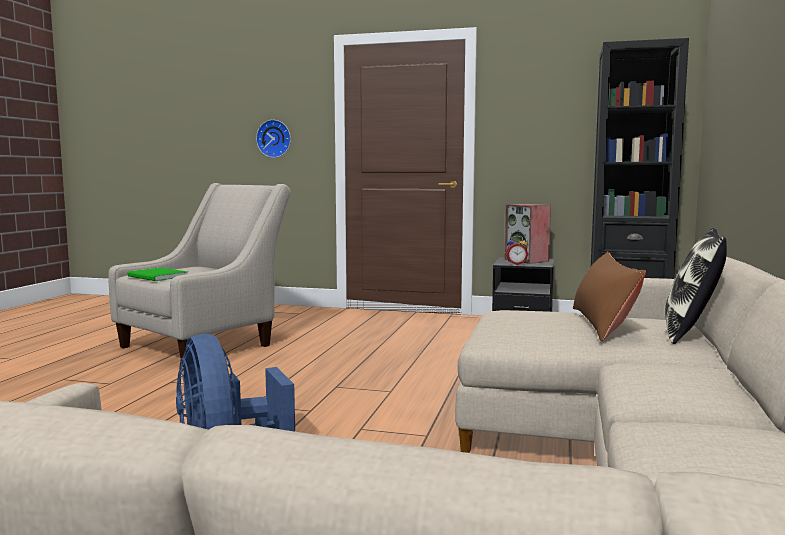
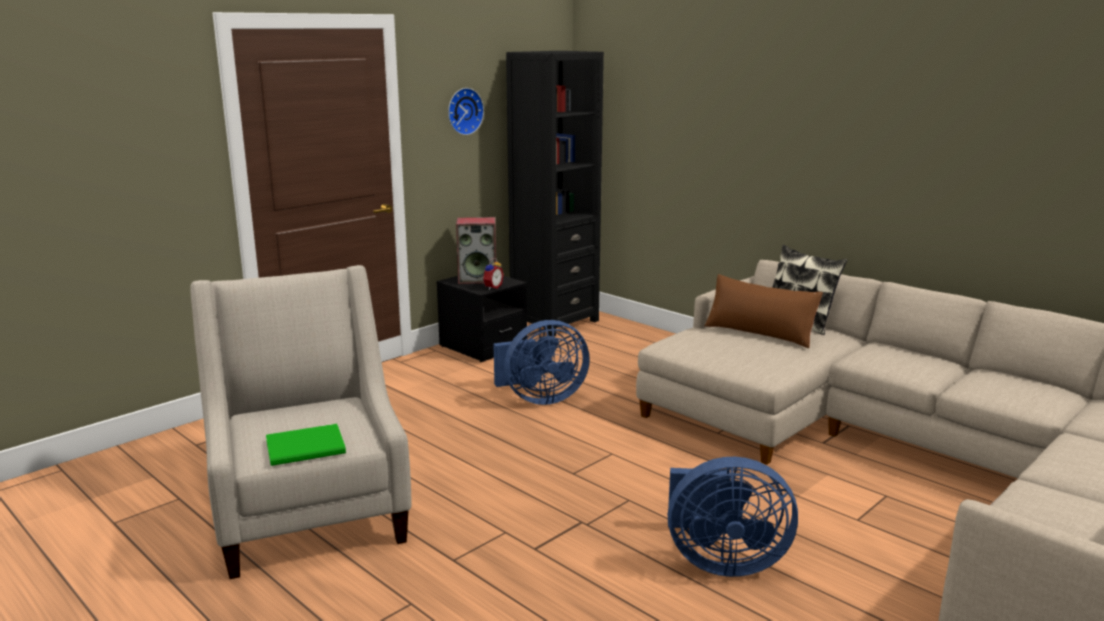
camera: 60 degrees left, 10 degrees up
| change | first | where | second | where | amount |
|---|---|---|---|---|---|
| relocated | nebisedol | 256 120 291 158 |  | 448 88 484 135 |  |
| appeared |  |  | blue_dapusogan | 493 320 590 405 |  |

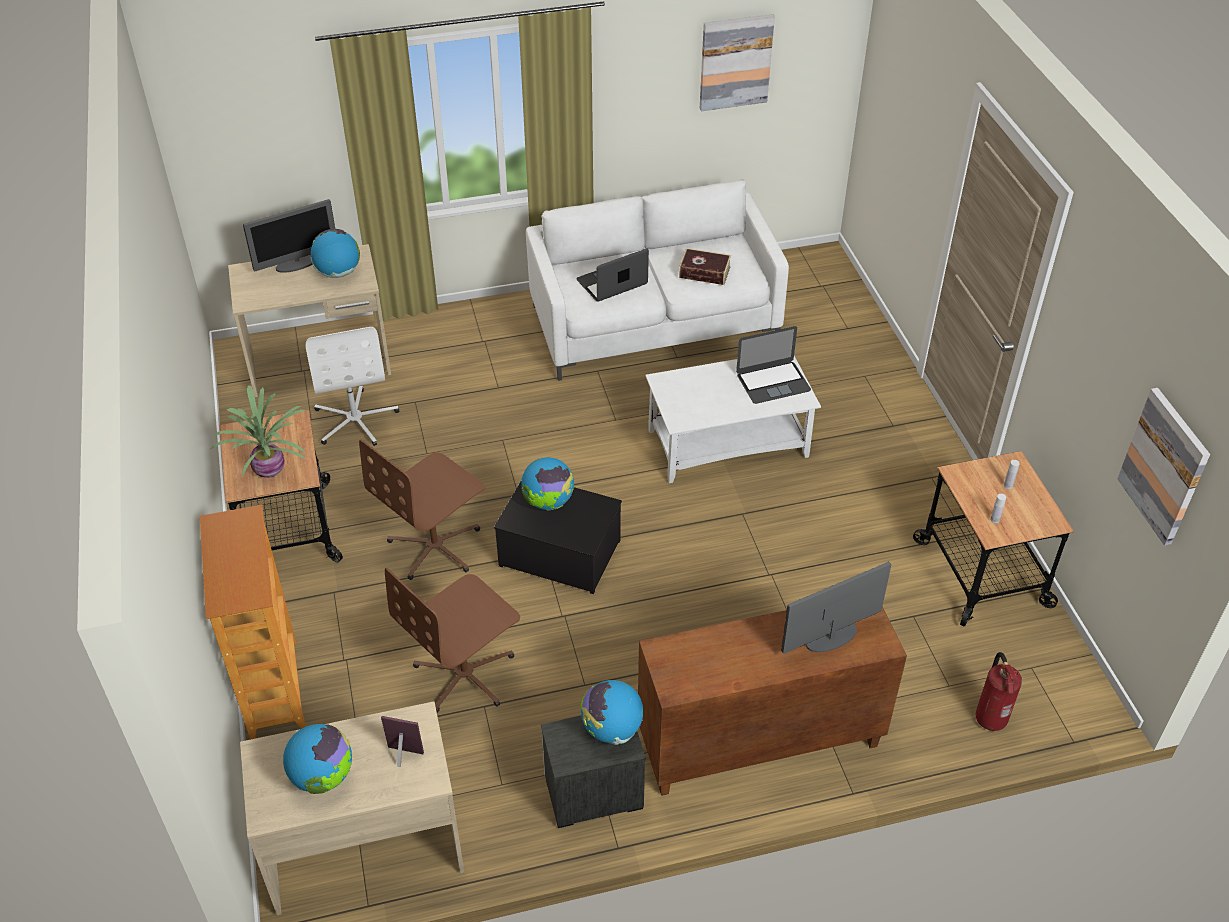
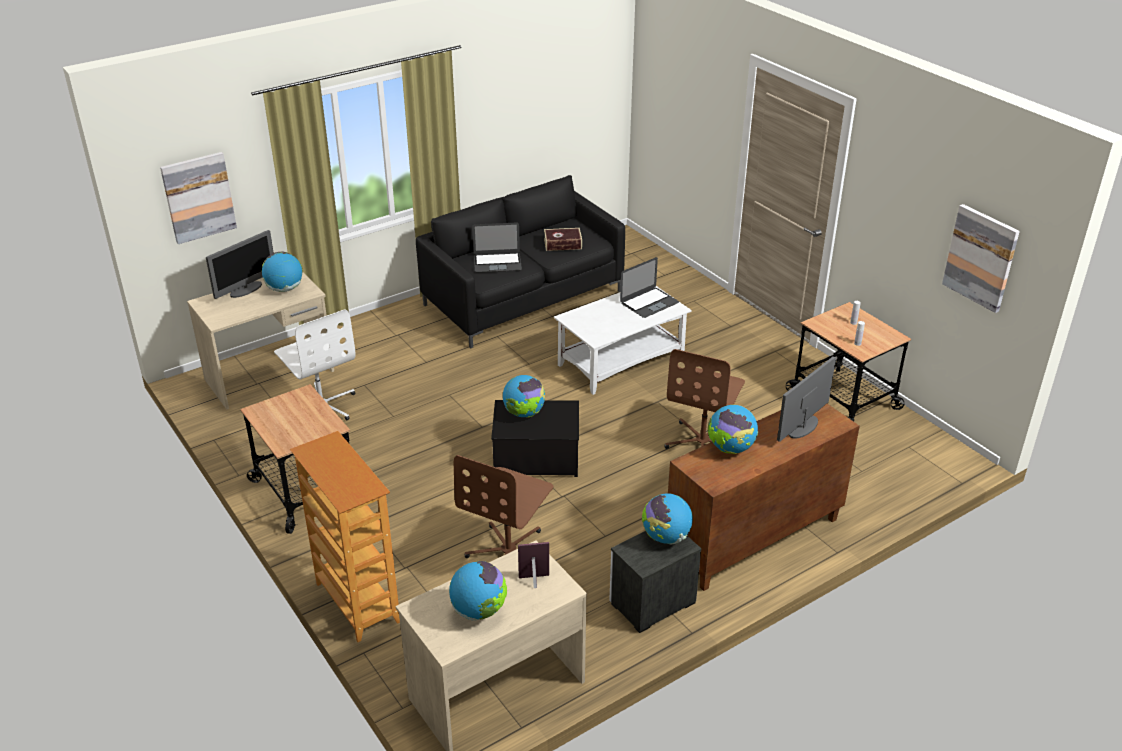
camera: 20 degrees left, 10 degrees down
| change | first | where | second | where | amount |
|---|---|---|---|---|---|
| relocated | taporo | 700 14 775 111 |  | 160 152 237 244 |  |
| colour | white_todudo | 526 179 789 381 | black_todudo | 416 175 625 348 |  |
| spun | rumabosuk | 576 248 649 301 |  | 472 223 522 272 | 135 degrees counterclockwise |
| missing | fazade | 210 385 306 478 |  |  |  |
| relocated | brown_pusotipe | 359 439 485 580 |  | 664 349 745 449 |  |
| missing | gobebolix | 976 652 1022 731 |  |  |  |
| appeared |  |  | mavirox | 708 405 758 454 |  |

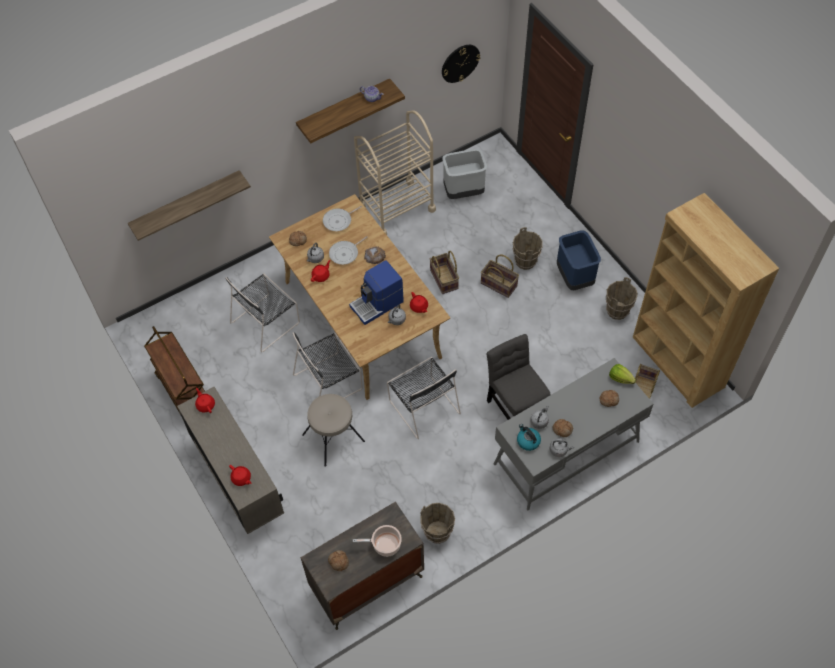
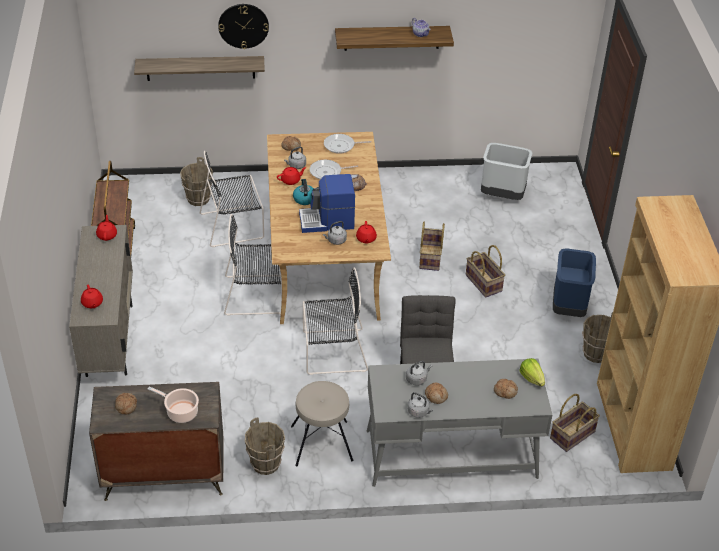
camera: 25 degrees right, 15 degrees down
| change | first | where | second | where | amount |
|---|---|---|---|---|---|
| relocated | nebisedol | 442 45 480 83 |  | 218 4 269 49 |  |
| missing | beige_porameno | 354 111 436 235 |  |  |  |
| relocated | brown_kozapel | 513 227 543 270 |  | 180 157 213 206 |  |
| spun | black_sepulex | 387 357 461 439 |  | 303 267 368 375 | 90 degrees counterclockwise |
| relocated | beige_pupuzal | 302 394 365 467 |  | 291 381 353 466 |  |
| relocated | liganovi | 517 424 541 451 |  | 293 179 314 205 |  |

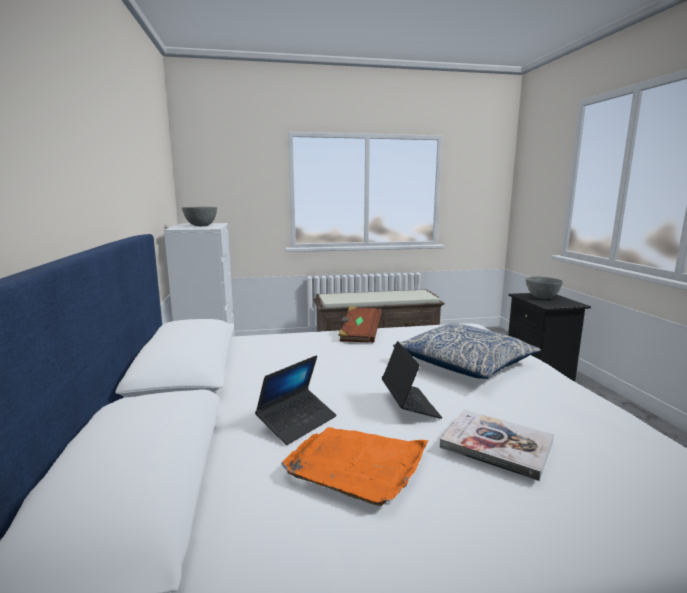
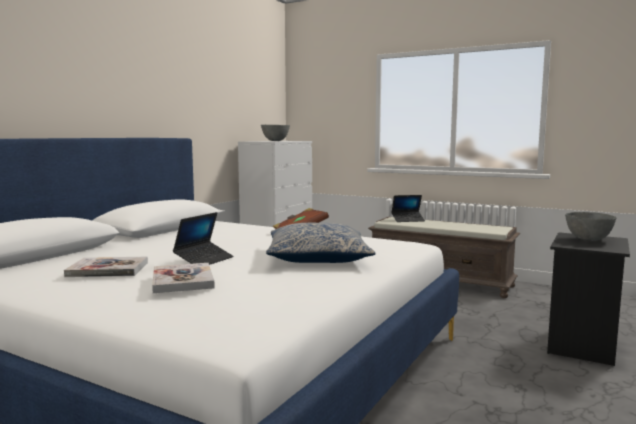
camera: 40 degrees right, 5 degrees down
| change | first | where | second | where | amount |
|---|---|---|---|---|---|
| relocated | rumabosuk | 255 355 337 445 |  | 391 195 425 222 |  |
| exchanged | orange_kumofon | 281 427 429 506 | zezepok | 64 257 148 277 |  |

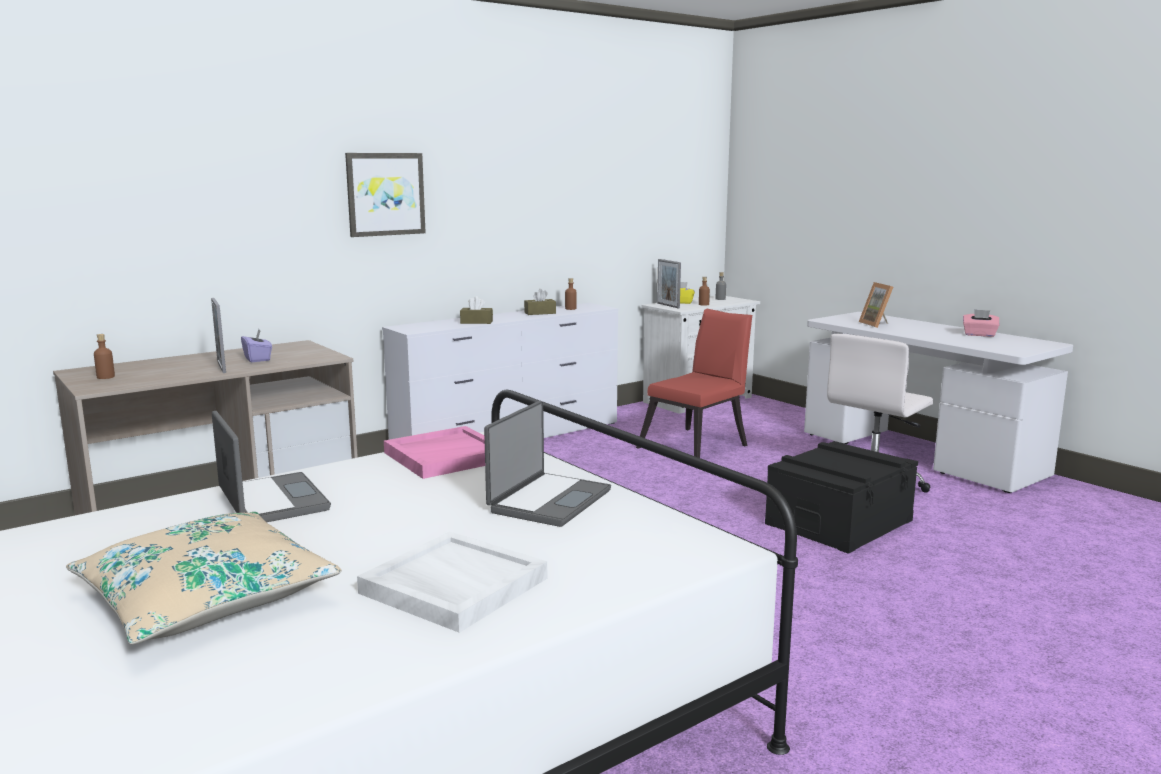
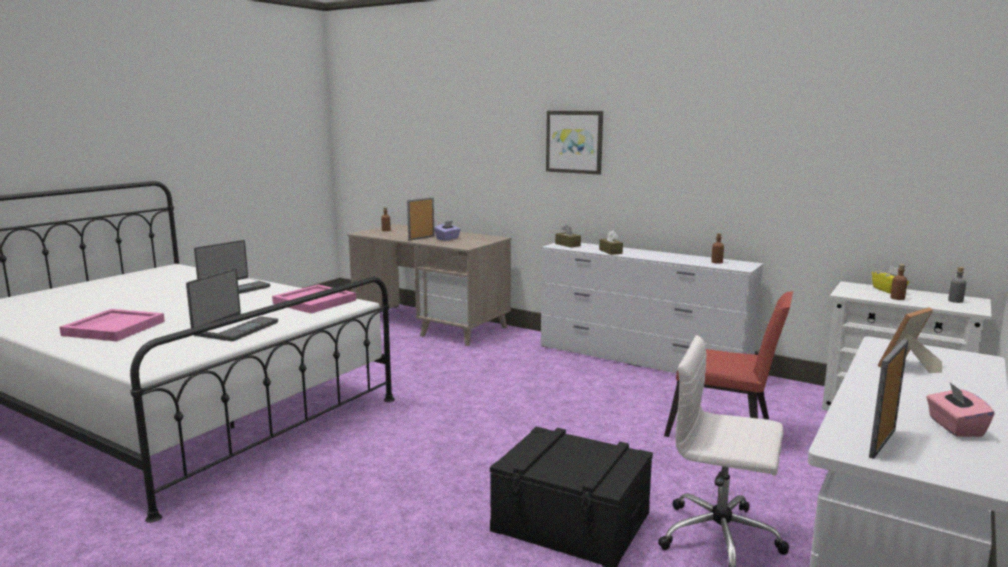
camera: 70 degrees right, 0 degrees up
| change | first | where | second | where | amount |
|---|---|---|---|---|---|
| relocated | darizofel | 657 259 681 308 |  | 869 339 908 459 |  |
| relocated | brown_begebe | 524 289 556 315 |  | 555 224 581 248 |  |
| spun | rumabosuk | 484 401 611 527 |  | 186 269 278 341 | 75 degrees counterclockwise |
| missing | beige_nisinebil | 66 512 341 645 |  |  |  |
| colour | white_kumofon | 357 532 547 632 | pink_kumofon | 60 309 165 341 |  |

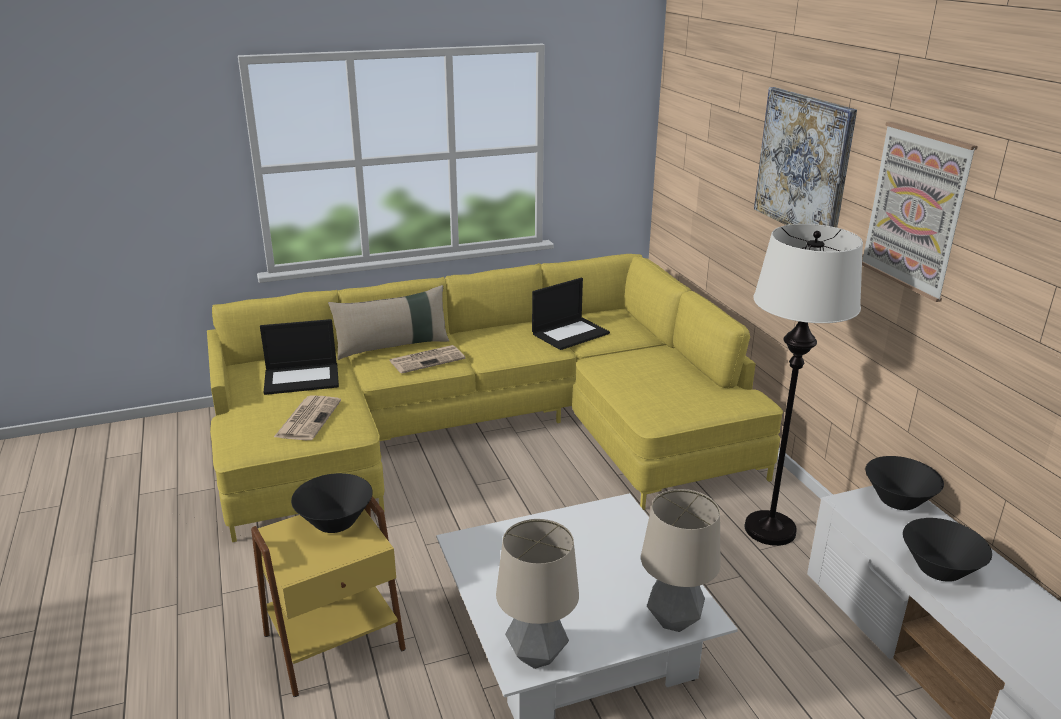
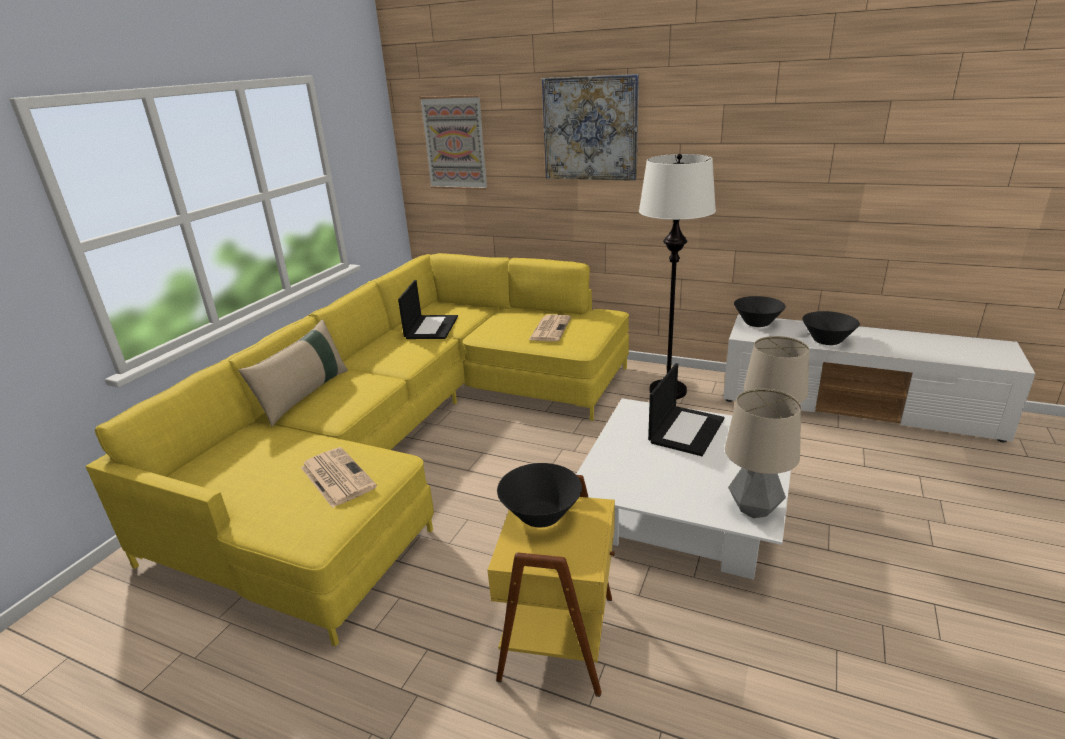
camera: 45 degrees left, 0 degrees up
| change | first | where | second | where | amount |
|---|---|---|---|---|---|
| relocated | taporo | 862 122 978 302 |  | 420 95 488 190 |  |
| relocated | rumabosuk | 260 319 339 395 |  | 648 363 724 456 |  |
| relocated | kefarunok | 389 345 465 374 |  | 529 314 571 342 |  |

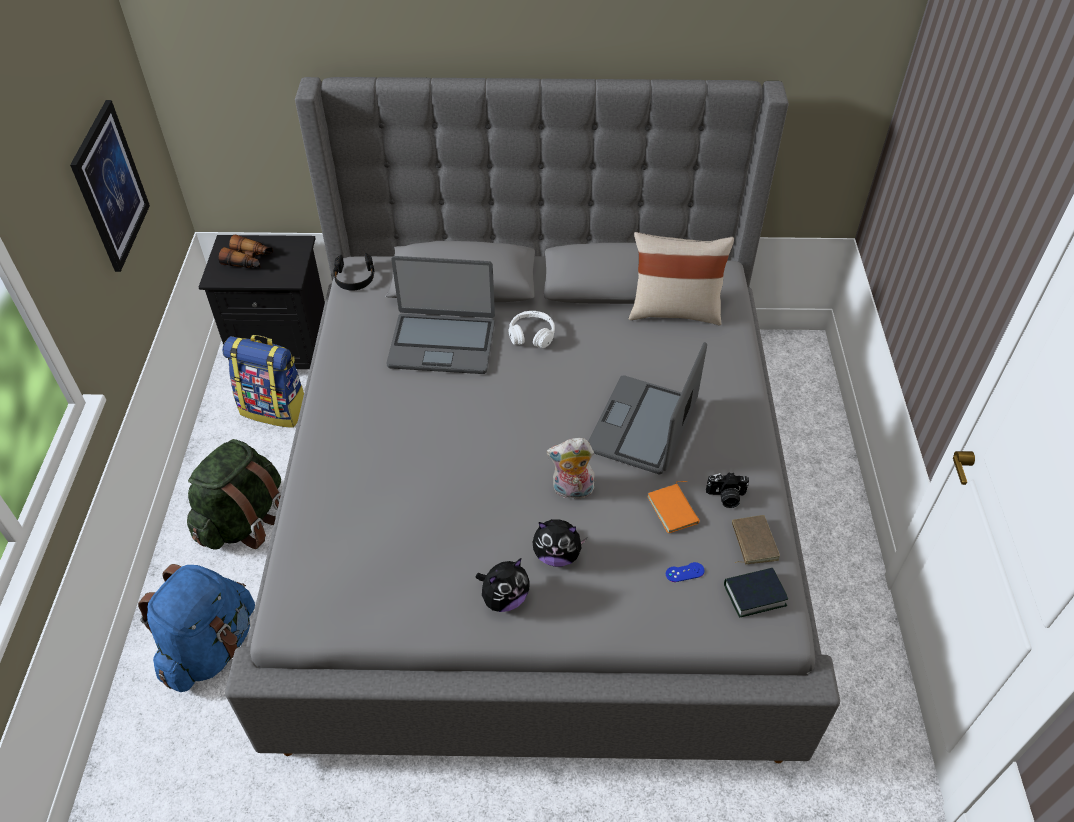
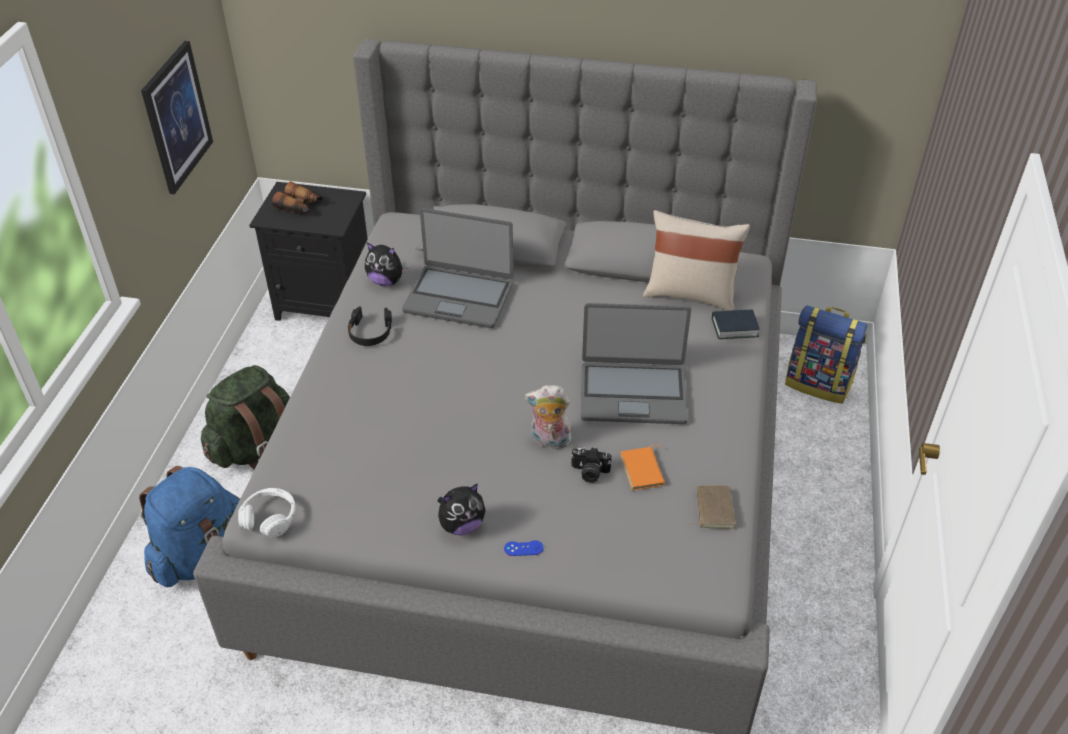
camera: 10 degrees right, 5 degrees down
| change | first | where | second | where | amount |
|---|---|---|---|---|---|
| relocated | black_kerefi | 333 253 374 291 |  | 348 306 392 346 |  |
| relocated | white_kerefi | 509 311 555 348 |  | 238 488 296 538 |  |
| relocated | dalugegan | 222 335 304 428 |  | 785 305 867 404 |  |
| spun | rumabosuk | 588 342 707 474 |  | 581 303 691 424 | 120 degrees counterclockwise |
| relocated | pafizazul | 706 473 749 508 |  | 571 447 611 483 |  |
| relocated | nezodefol | 533 519 587 567 |  | 365 242 409 286 |  |
| relocated | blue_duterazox | 666 562 704 582 |  | 504 540 544 556 |  |
| relocated | zezepok | 724 568 788 618 |  | 712 309 760 339 |  |

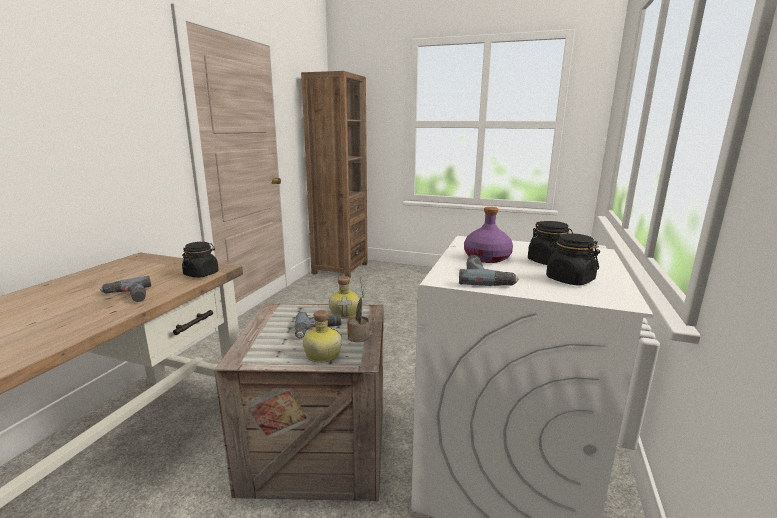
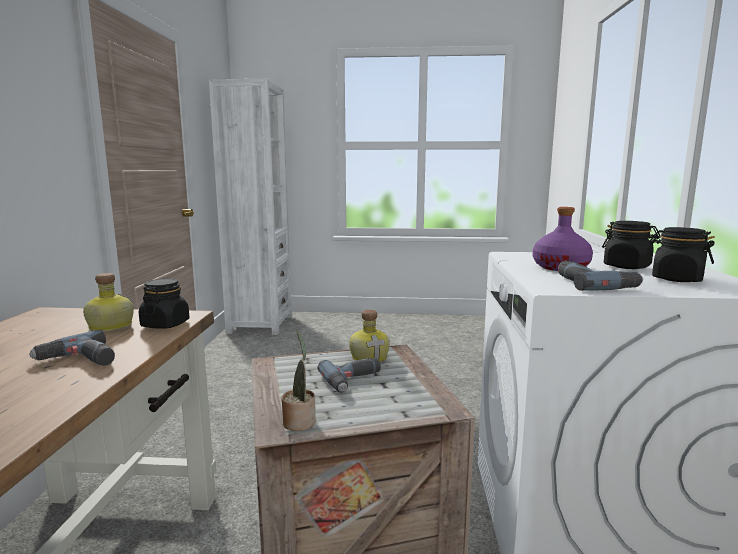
camera: 15 degrees left, 5 degrees down
| change | first | where | second | where | amount |
|---|---|---|---|---|---|
| colour | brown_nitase | 301 71 368 278 | white_nitase | 209 79 292 335 |  |
| relocated | fazade | 347 277 369 342 |  | 281 329 316 431 |  |
| relocated | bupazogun | 303 310 342 363 |  | 83 273 134 332 |  |

